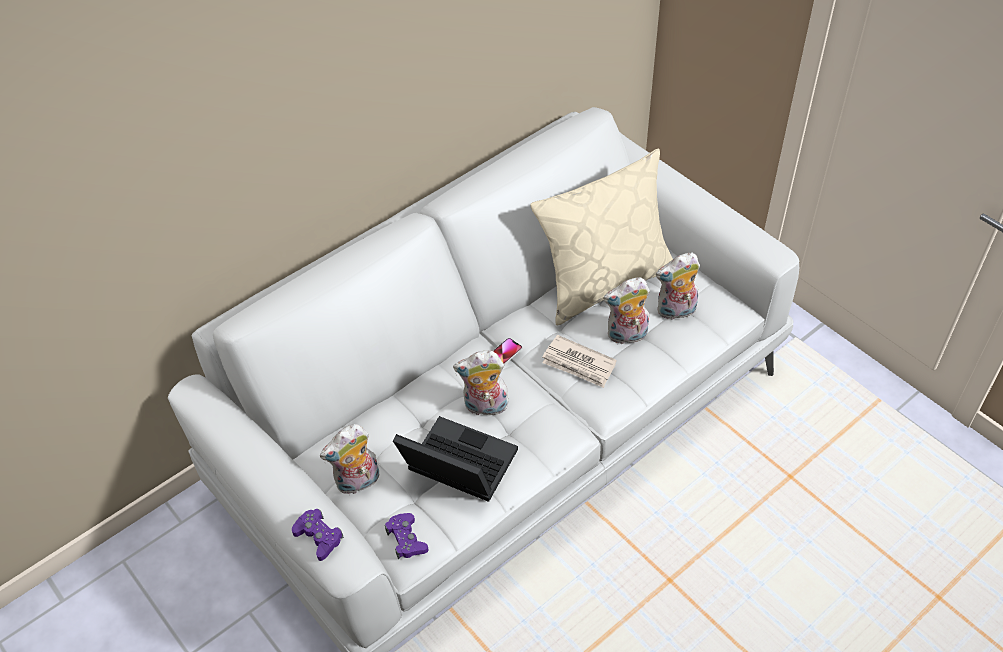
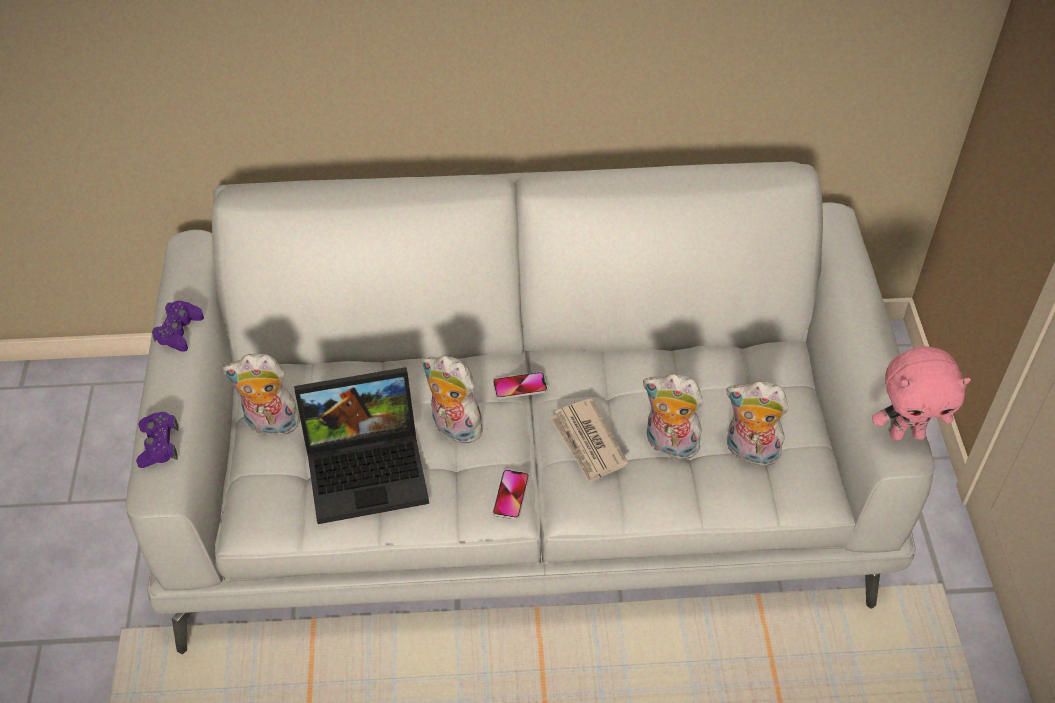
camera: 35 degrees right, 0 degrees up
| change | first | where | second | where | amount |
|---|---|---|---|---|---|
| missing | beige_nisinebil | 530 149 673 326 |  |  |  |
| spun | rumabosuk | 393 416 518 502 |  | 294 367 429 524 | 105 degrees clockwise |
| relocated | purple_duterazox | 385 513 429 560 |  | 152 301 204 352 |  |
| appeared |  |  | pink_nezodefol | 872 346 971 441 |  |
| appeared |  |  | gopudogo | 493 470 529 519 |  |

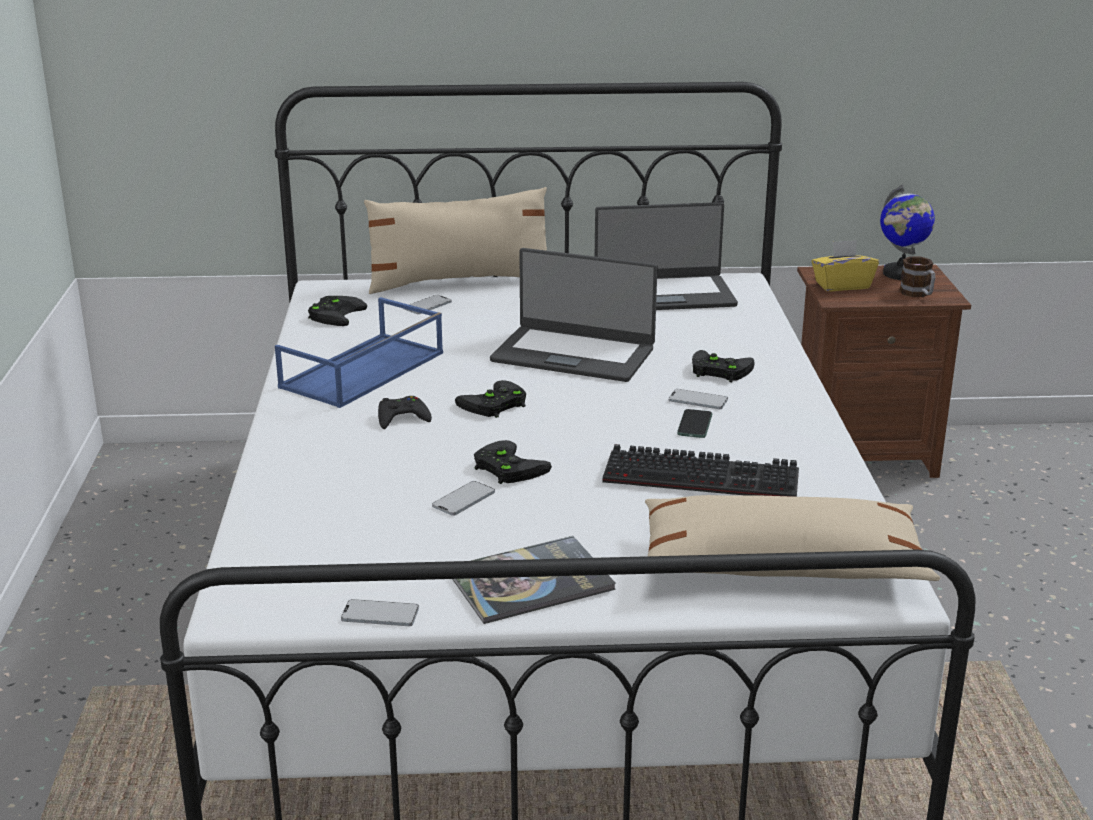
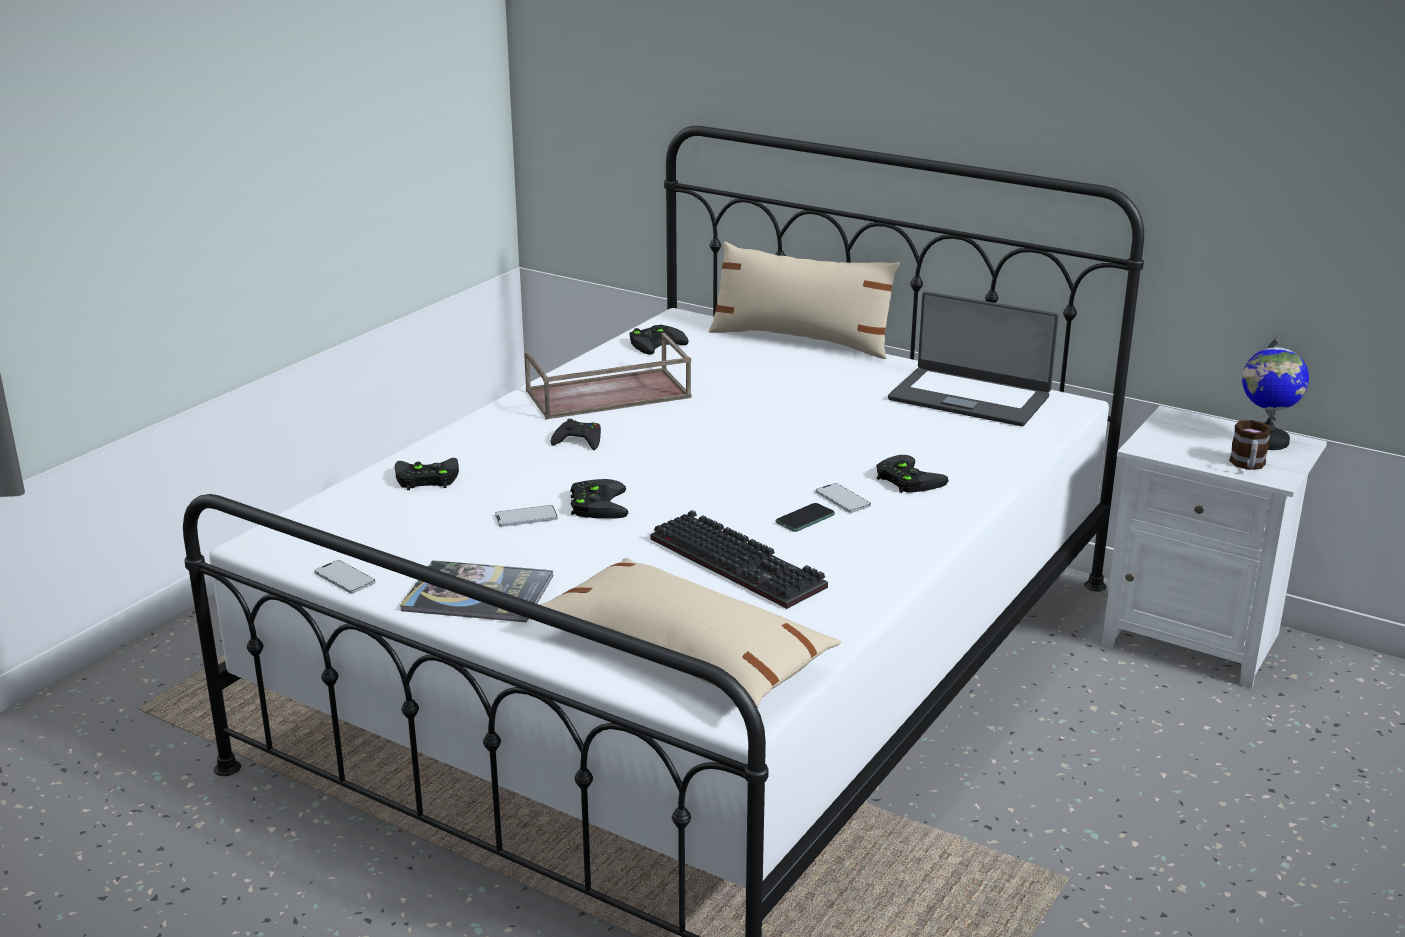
camera: 35 degrees right, 0 degrees up
| change | first | where | second | where | amount |
|---|---|---|---|---|---|
| missing | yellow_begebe | 812 240 879 291 |  |  |  |
| missing | rumabosuk | 490 248 658 382 |  |  |  |
| colour | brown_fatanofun | 797 264 971 478 | white_fatanofun | 1102 406 1327 688 |  |
| missing | gopudogo | 403 295 452 314 |  |  |  |
| colour | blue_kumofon | 275 297 443 408 | brown_kumofon | 524 333 692 419 |  |
| relocated | black_duterazox | 455 380 526 418 |  | 395 458 459 490 |  |

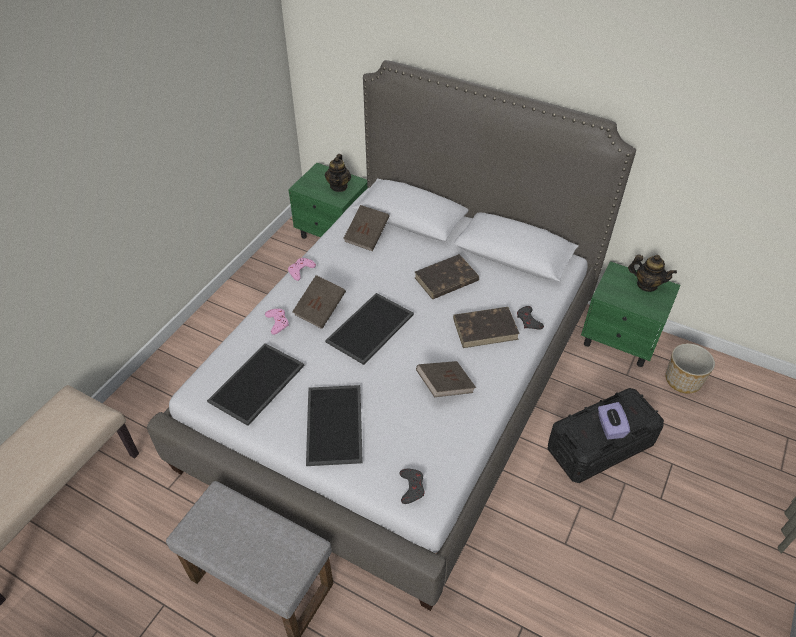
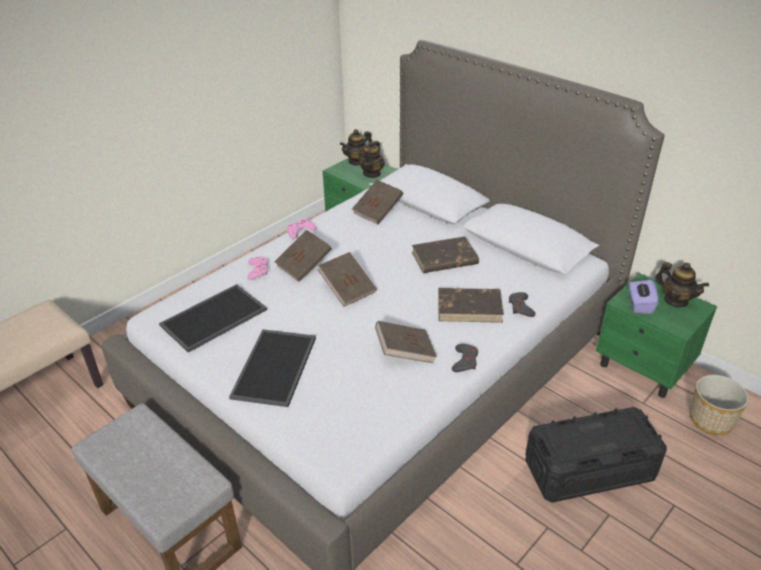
camera: 15 degrees right, 10 degrees down
| change | first | where | second | where | amount |
|---|---|---|---|---|---|
| exchanged | kumofon | 325 293 414 365 | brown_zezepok | 317 252 377 307 |  |
| relocated | purple_begebe | 598 402 630 439 |  | 629 280 658 314 |  |
| relocated | grey_duterazox | 400 469 425 504 |  | 452 344 478 372 |  |
| appeared |  |  | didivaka | 340 129 372 166 |  |

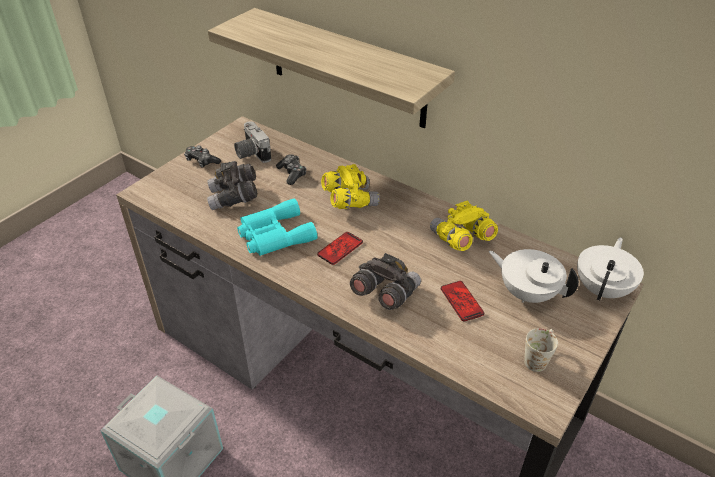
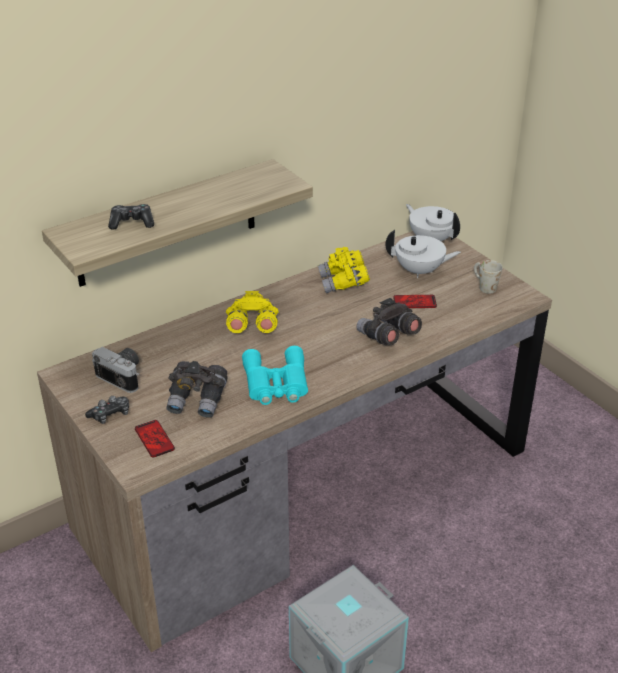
camera: 70 degrees left, 5 degrees down
| change | first | where | second | where | amount |
|---|---|---|---|---|---|
| spun | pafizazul | 234 121 271 163 |  | 92 347 139 393 | 135 degrees counterclockwise |
| relocated | duterazox | 276 154 306 185 |  | 108 204 154 230 |  |
| relocated | gopudogo | 317 232 363 265 |  | 135 420 175 458 |  |
| spun | white_didivaka | 489 249 579 303 |  | 385 230 461 278 | 135 degrees counterclockwise |

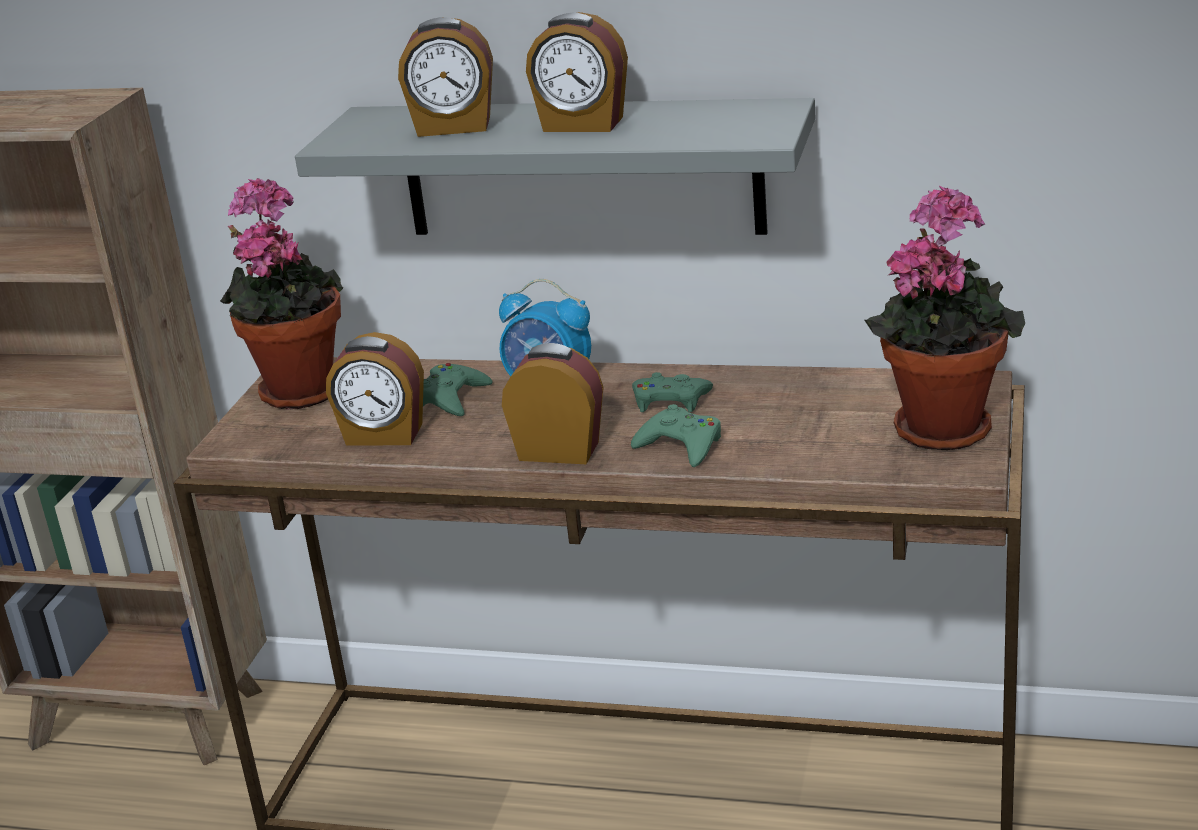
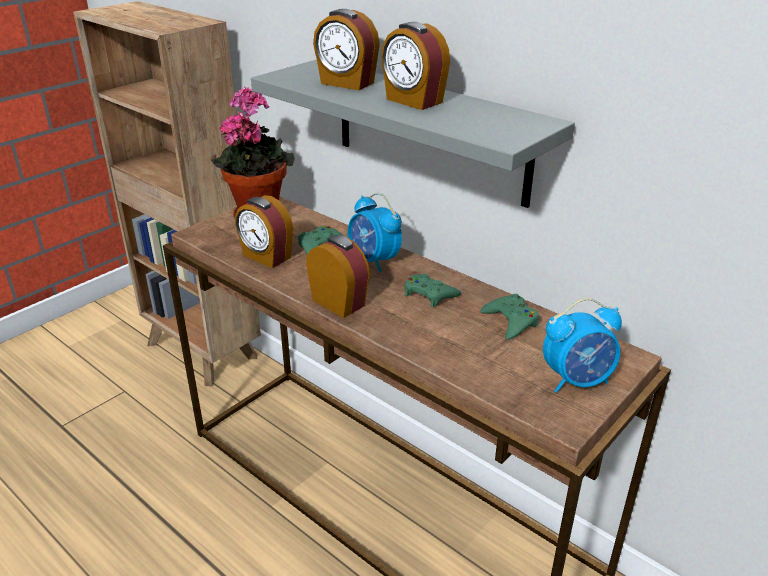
camera: 25 degrees right, 5 degrees up
| change | first | where | second | where | amount |
|---|---|---|---|---|---|
| exchanged | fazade | 864 185 1025 450 | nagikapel | 543 298 622 393 |  |
| relocated | green_duterazox | 631 404 721 467 |  | 480 294 539 340 |  |

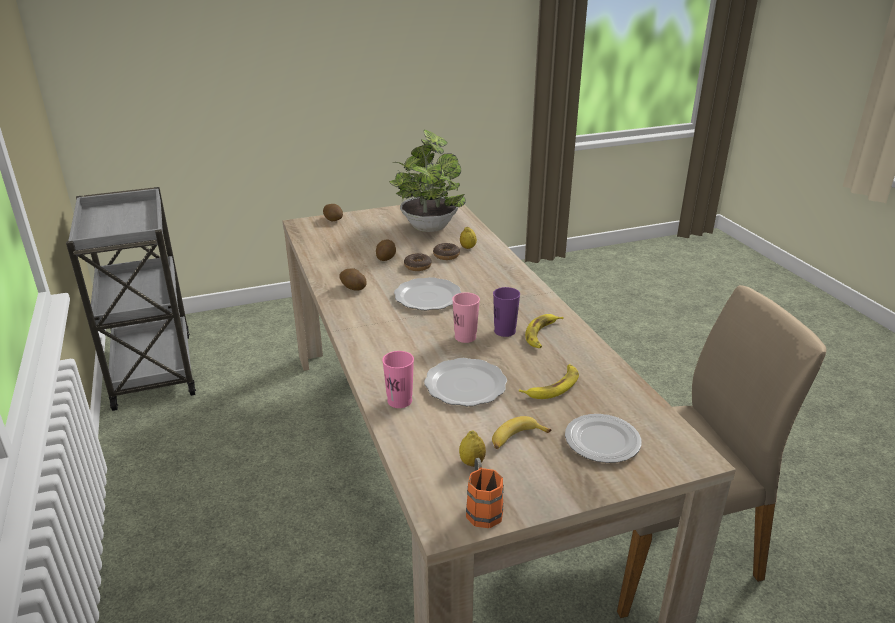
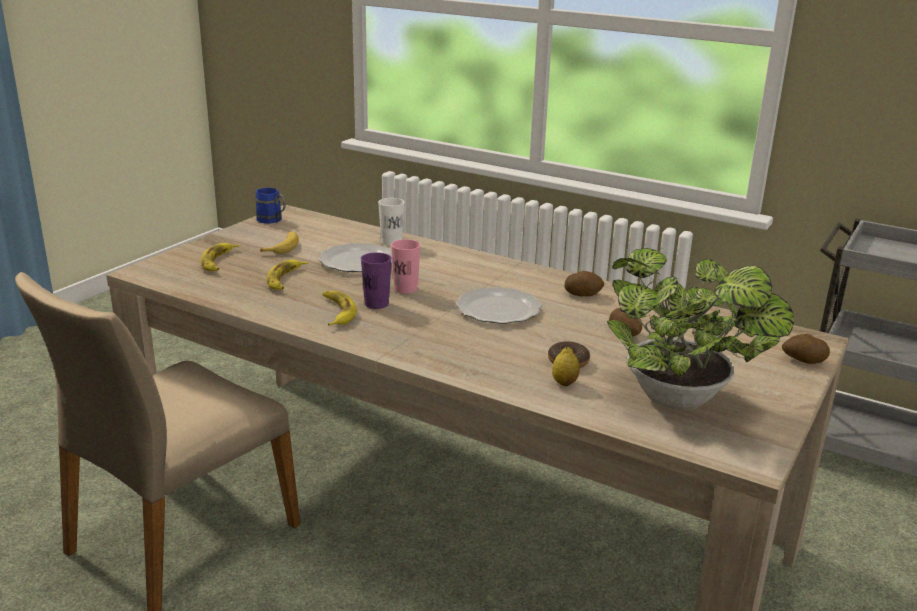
camera: 140 degrees right, 5 degrees down
| change | first | where | second | where | amount |
|---|---|---|---|---|---|
| missing | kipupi | 404 253 432 271 |  |  |  |
| colour | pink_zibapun | 382 351 414 408 | white_zibapun | 378 198 404 246 |  |
| exchanged | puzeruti | 565 414 642 463 | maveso | 200 243 239 271 |  |
| missing | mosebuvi | 459 430 486 467 |  |  |  |
| colour | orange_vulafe | 466 458 504 528 | blue_vulafe | 255 188 286 224 |  |

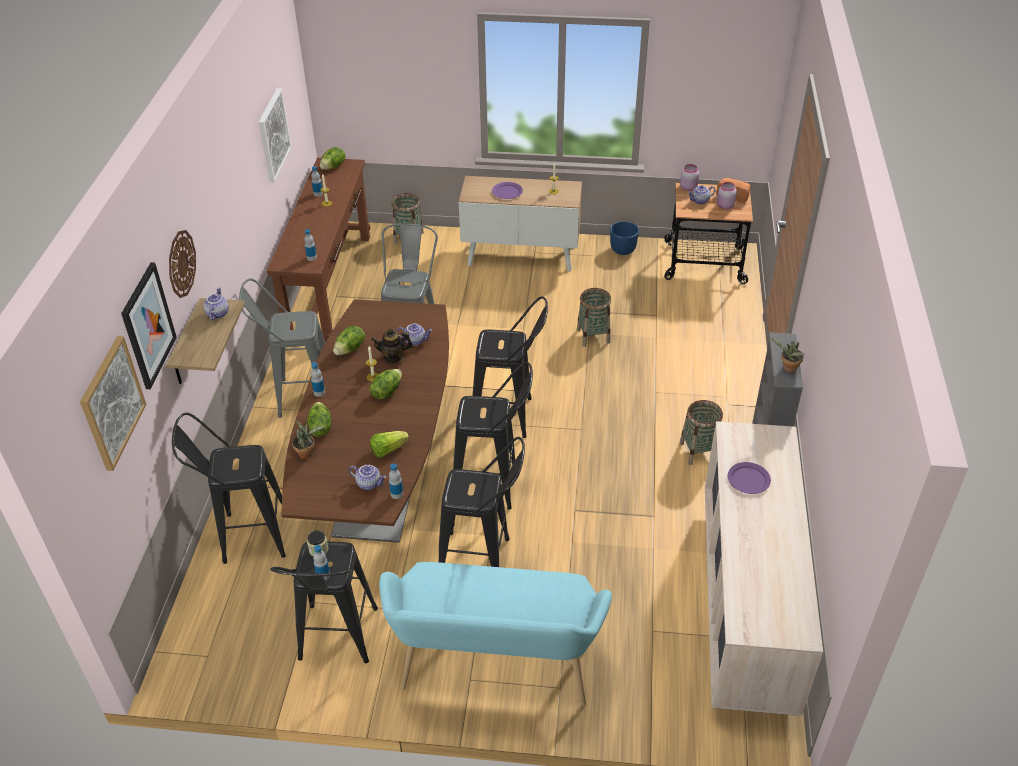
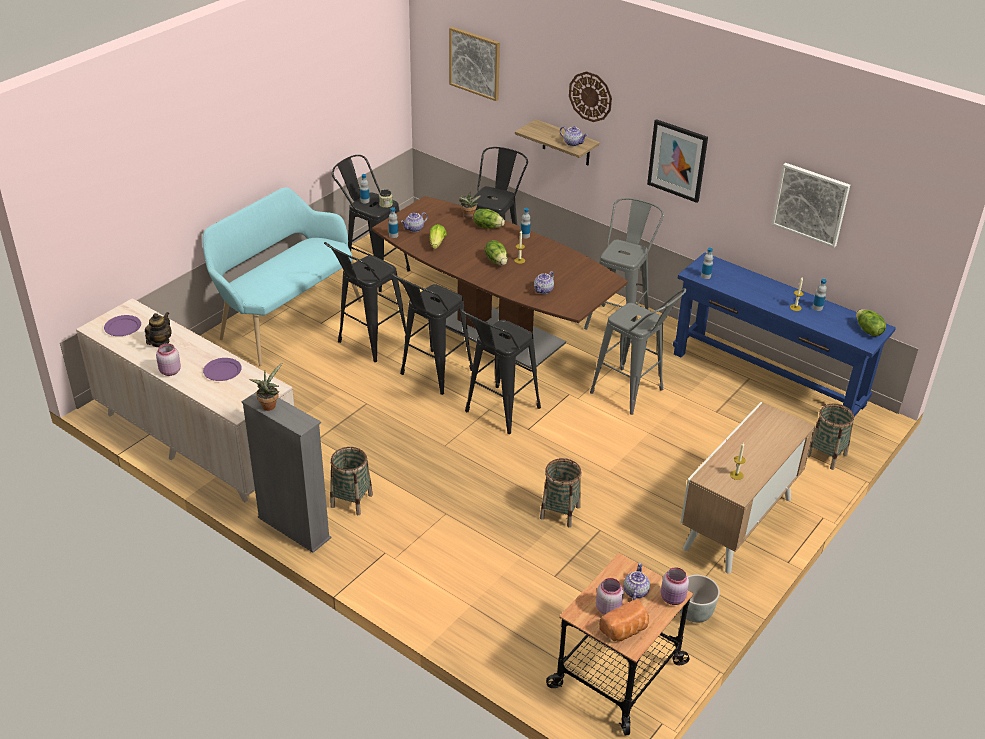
camera: 120 degrees right, 5 degrees down
| change | first | where | second | where | amount |
|---|---|---|---|---|---|
| colour | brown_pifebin | 267 158 370 343 | blue_pifebin | 673 252 896 417 |  |
| relocated | purple_puzeruti | 492 182 523 199 |  | 104 315 141 336 |  |
| colour | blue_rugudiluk | 610 221 639 255 | grey_rugudiluk | 680 575 720 623 |  |
| relocated | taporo | 121 262 177 389 |  | 647 119 708 203 |  |
| missing | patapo | 333 326 365 355 |  |  |  |
| relocated | didivaka | 371 329 413 363 |  | 145 312 171 347 |  |
| appeared |  |  | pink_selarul | 156 344 181 376 |  |

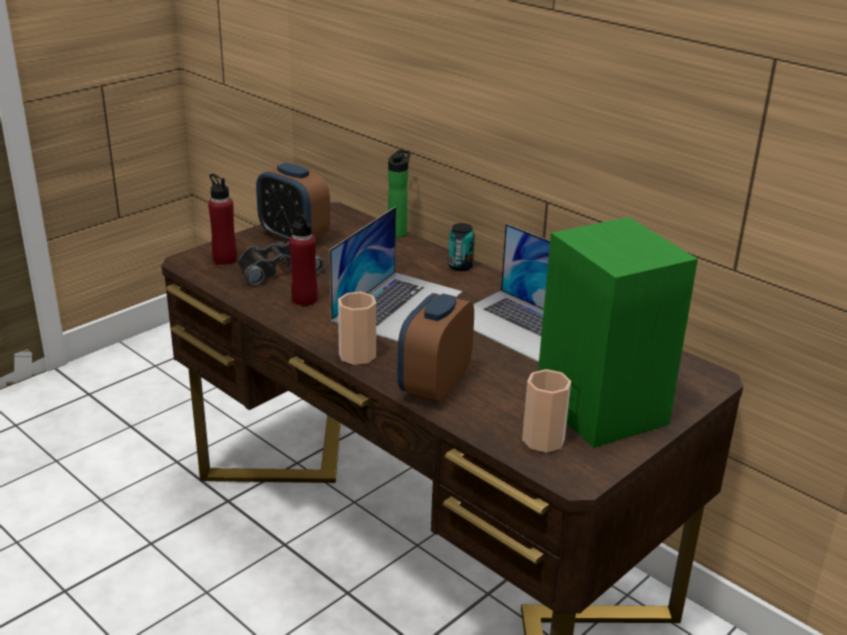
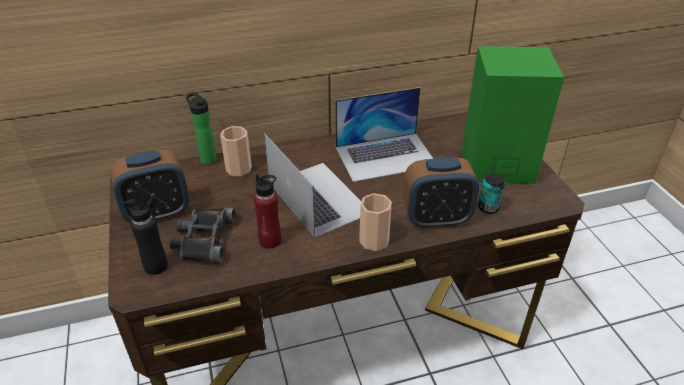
camera: 60 degrees left, 10 degrees up
| change | first | where | second | where | amount |
|---|---|---|---|---|---|
| colour | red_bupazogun | 208 174 237 265 | black_bupazogun | 123 198 168 275 |  |
| relocated | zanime | 448 223 475 271 |  | 478 173 505 214 |  |
| spun | nagikapel | 397 293 474 403 |  | 403 157 479 228 | 60 degrees counterclockwise |
| relocated | zibapun | 522 369 571 453 |  | 220 126 252 176 |  |

